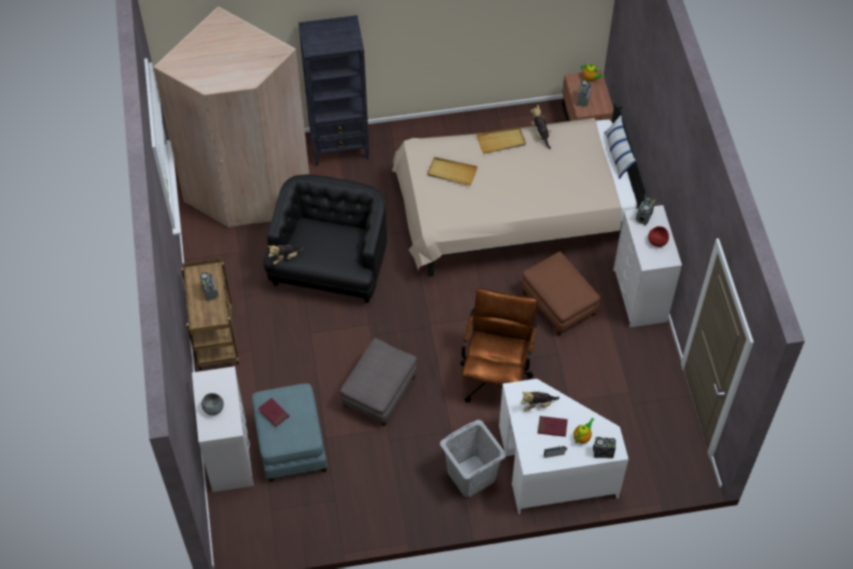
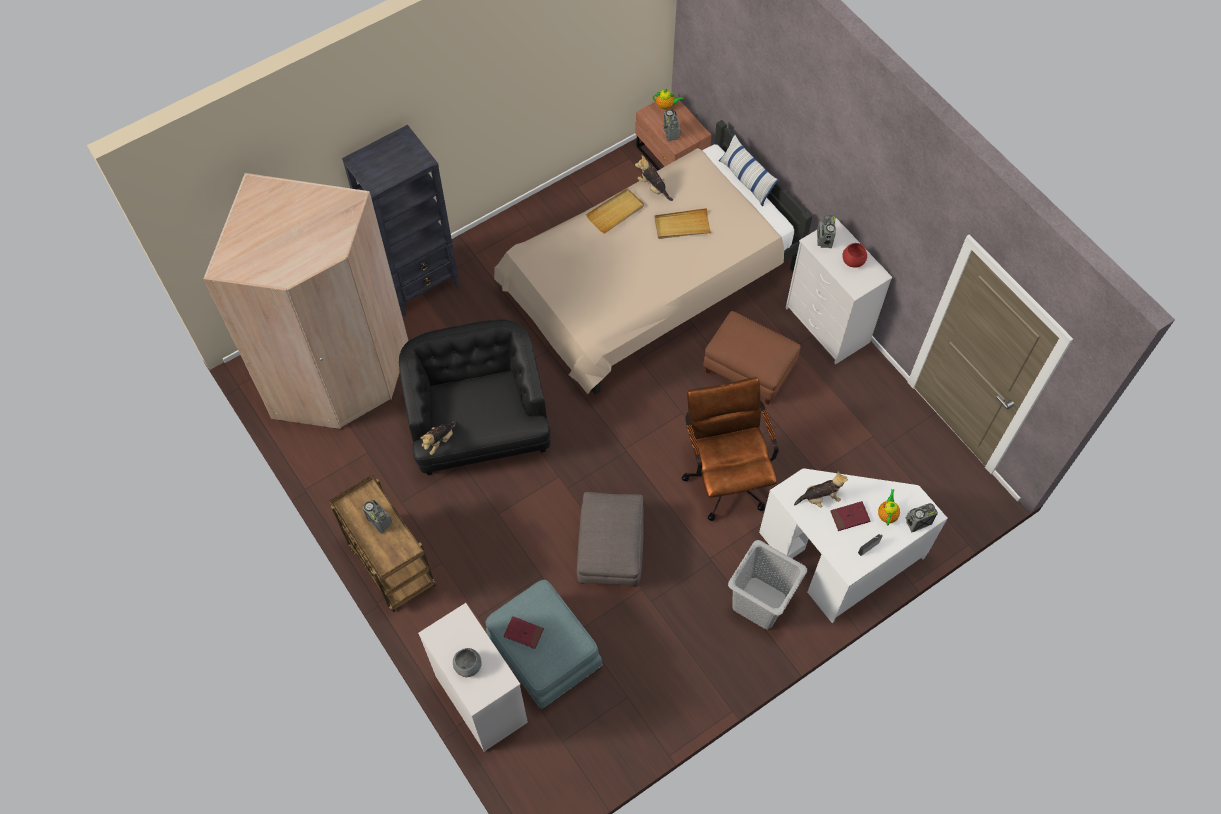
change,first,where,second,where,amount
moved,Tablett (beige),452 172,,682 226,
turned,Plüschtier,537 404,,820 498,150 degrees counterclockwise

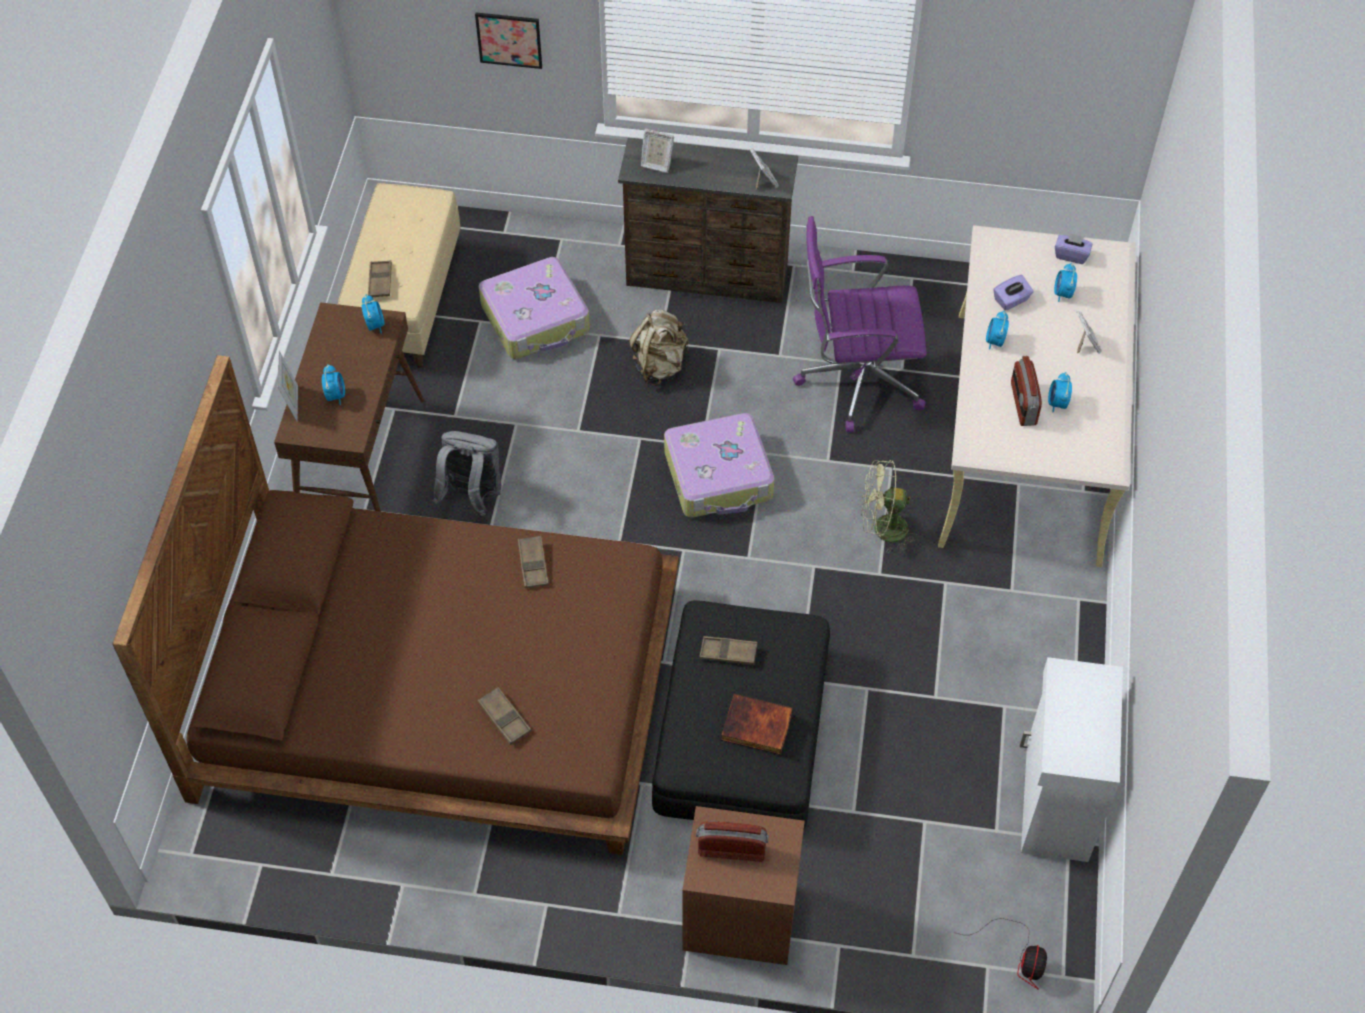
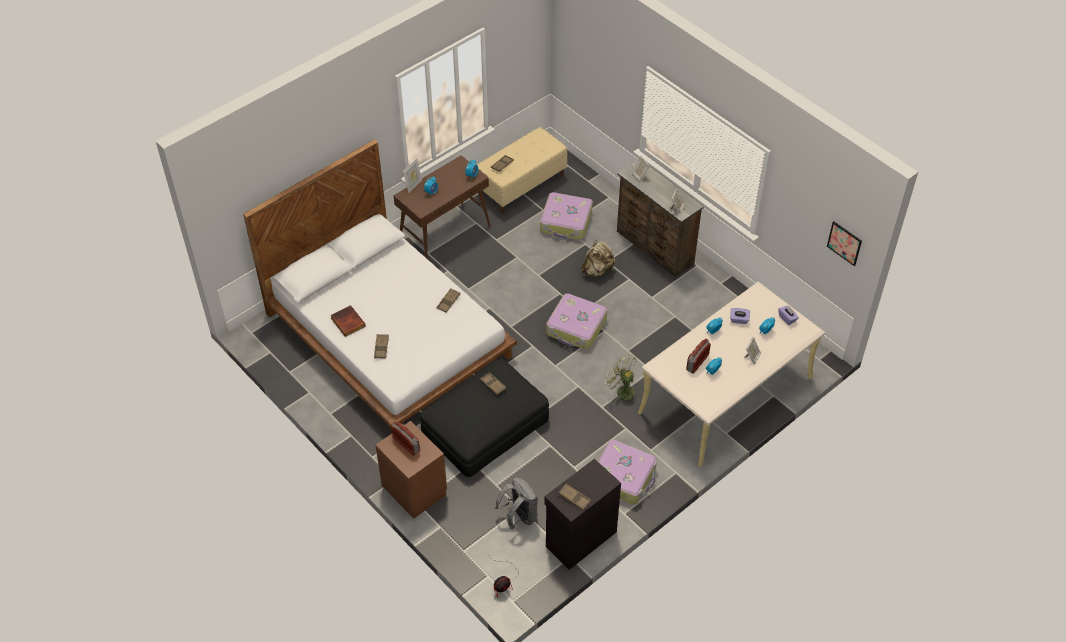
change,first,where,second,where,amount
recoloured,Bett (braun),440 688,Bett (weiß),390 334,
moved,Buch,756 727,,347 322,
moved,Rucksack (grau),472 497,,519 516,
recoloured,Schrank (weiß),1054 802,Schrank (schwarz),580 538,
added,,,Tablett (braun),574 498,
added,,,Koffer,623 477,
moved,Bild,509 39,,844 243,
removed,Bürostuhl (lila),856 380,,,

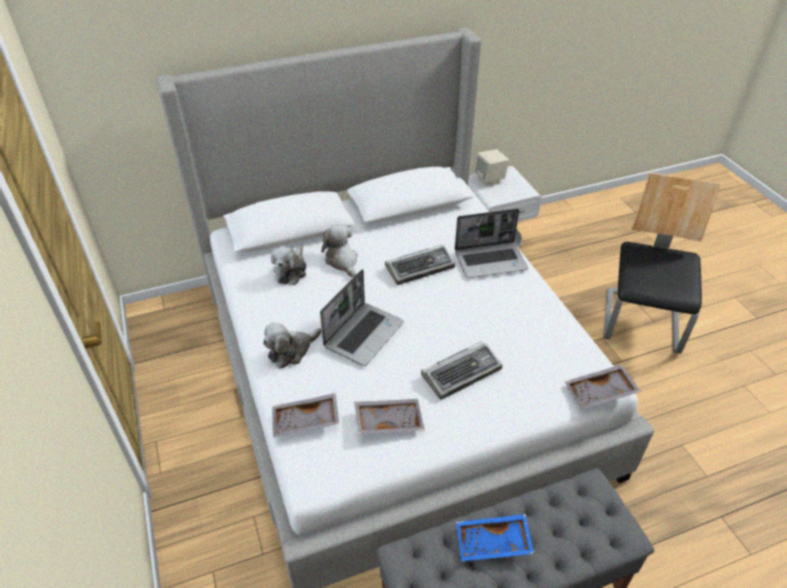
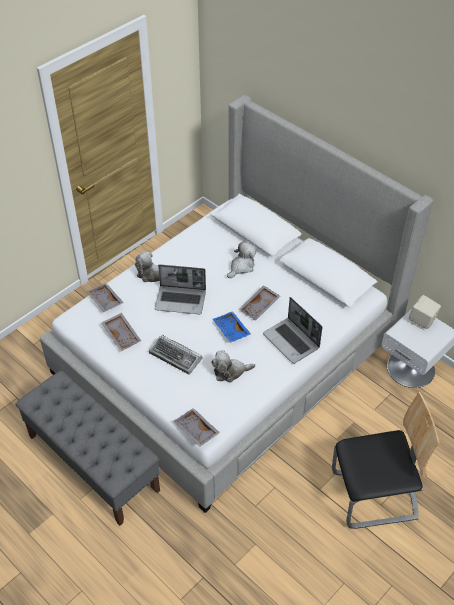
change,first,where,second,where,amount
moved,Plüschtier,291 271,,230 372,
moved,Tablett (blau),493 544,,230 330,
replaced,Tastatur,420 268,Tablett (grau),260 307,

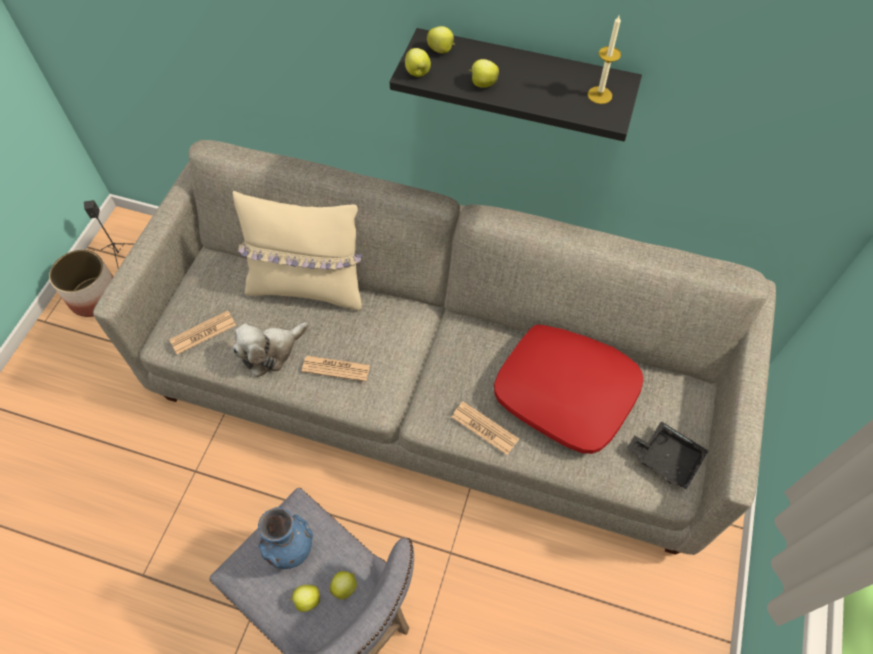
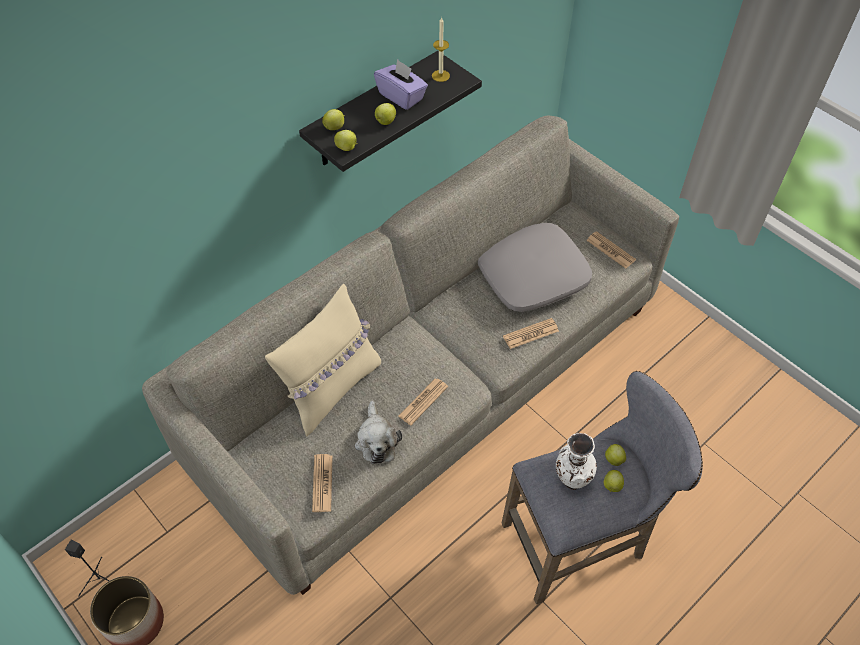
change,first,where,second,where,amount
added,,,Taschentuchbox (lila),401 96,
recoloured,Kissen (rot),566 391,Kissen (grau),532 275,
recoloured,Vase (blau),292 551,Vase (weiß),571 480,
replaced,Tablett (schwarz),666 458,Zeitung,610 250,

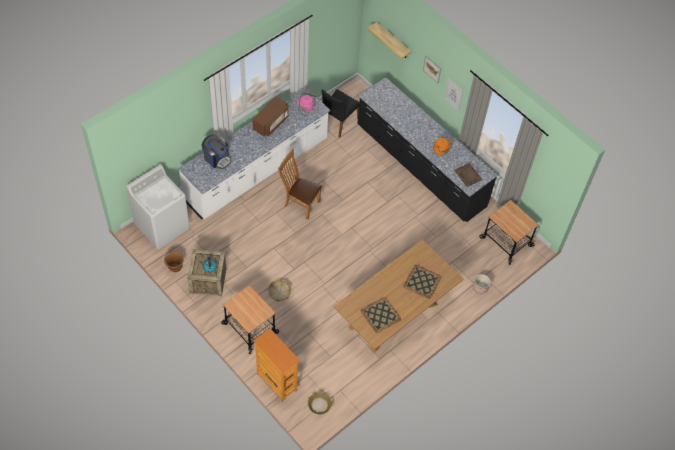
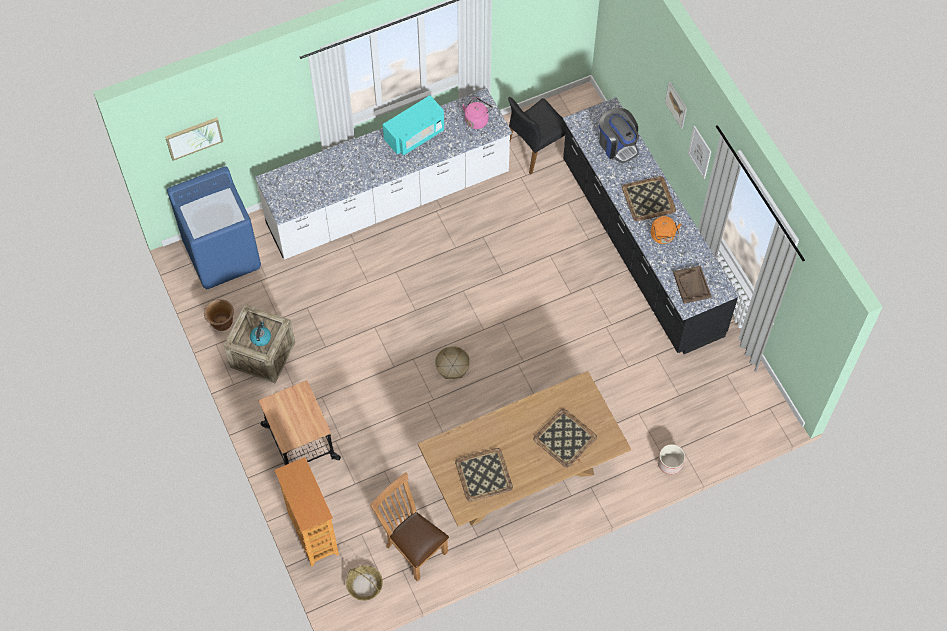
change,first,where,second,where,amount
added,,,Bild,194 138,
recoloured,Waschmaschine (weiß),162 226,Waschmaschine (blau),223 255,
moved,Stuhl (braun),300 203,,413 547,
recoloured,Mikrowelle (braun),271 123,Mikrowelle (türkis),415 135,
moved,Korb,279 292,,452 365,
moved,Kaffeemaschine,217 158,,617 145,
added,,,Tablett,648 198,
removed,Wandregal,393 41,,,
removed,Rollwagen,506 241,,,

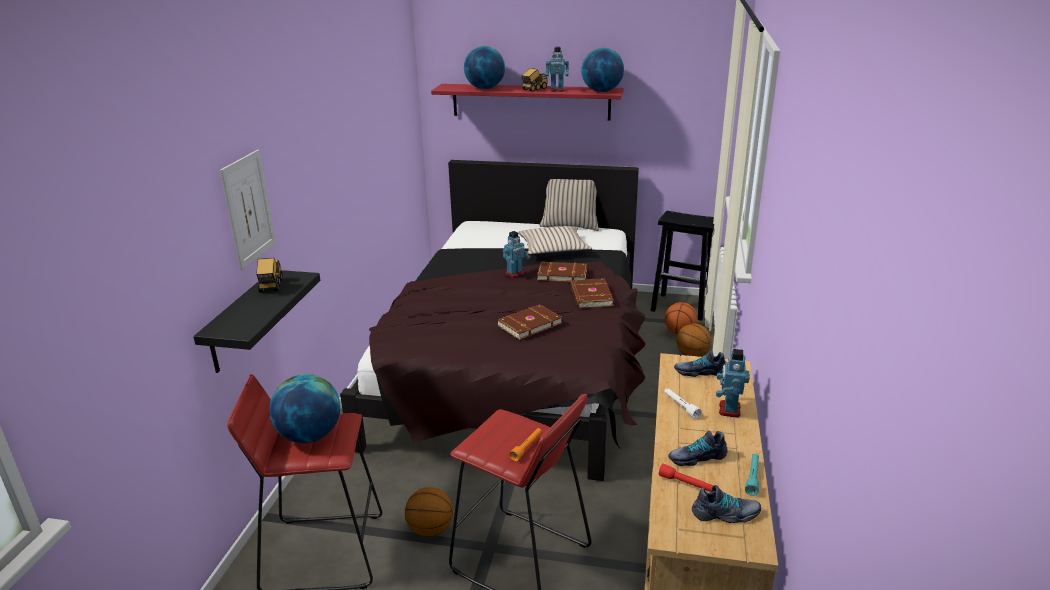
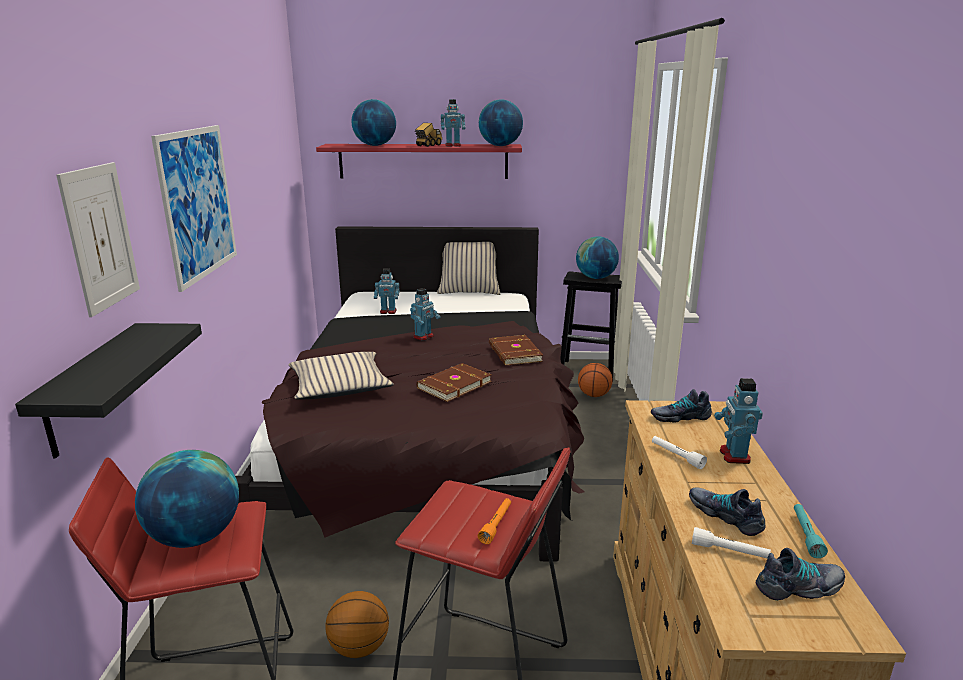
change,first,where,second,where,amount
added,,,Bild,198 203,
moved,Kissen (beige),553 249,,339 386,
added,,,Spielzeugroboter,388 312,
added,,,Globus,595 278,
turned,Schuh,696 457,,725 515,75 degrees clockwise
recoloured,Taschenlampe (rot),686 484,Taschenlampe (weiß),729 551,
removed,Spielzeuglaster,271 286,,,
removed,Buch (braun),562 274,,,
removed,Basketball,692 355,,,

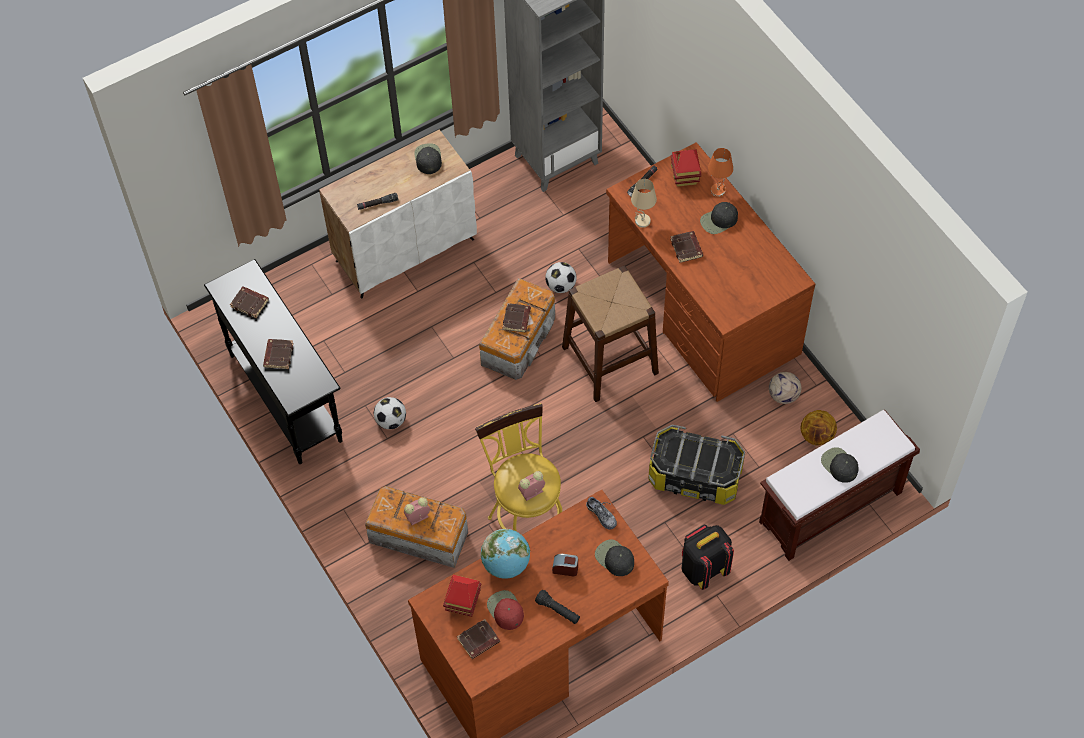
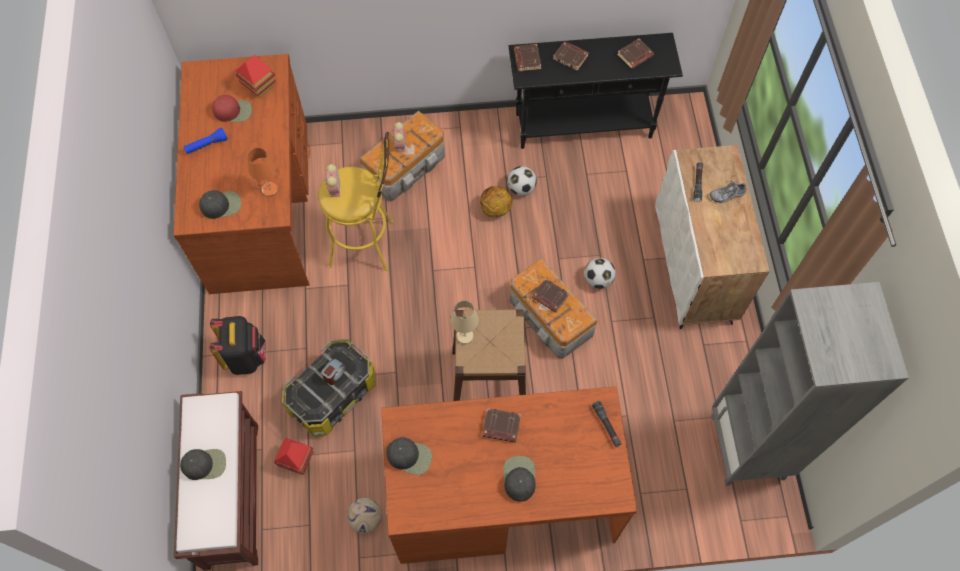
change,first,where,second,where,amount
recoloured,Taschenlampe (schwarz),558 610,Taschenlampe (blau),207 145,
moved,Tischlampe (orange),718 190,,269 190,
moved,Spielzeughaus,685 177,,296 461,
moved,Wecker,565 569,,334 374,
moved,Kappe (schwarz),428 158,,409 456,
moved,Tischlampe (beige),642 221,,464 336,
moved,Basketball,817 436,,495 209,
moved,Buch (braun),478 641,,526 59,
moved,Fußball,561 286,,598 280,
moved,Schuh,601 515,,727 195,
removed,Globus,506 564,,,

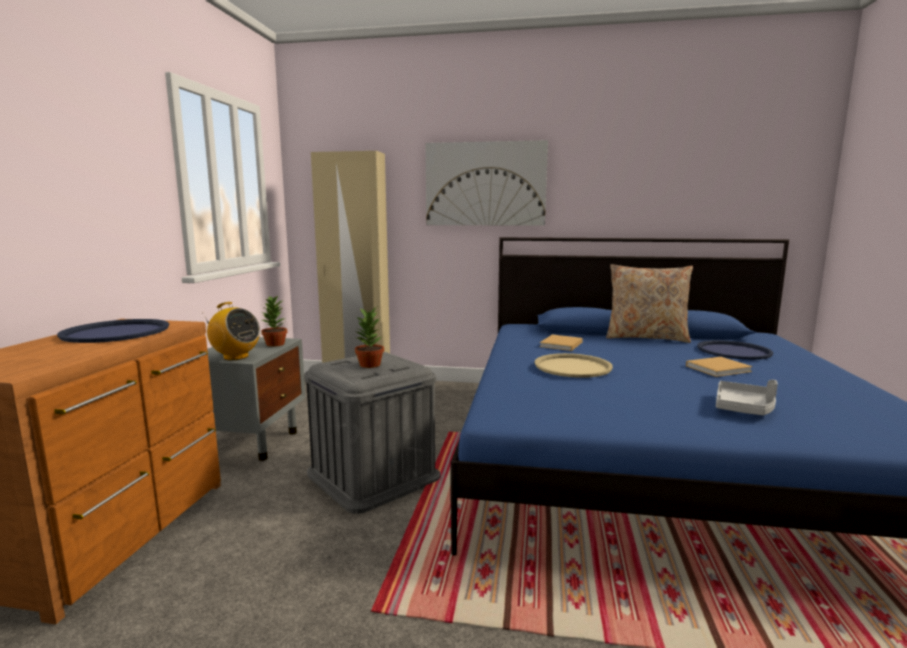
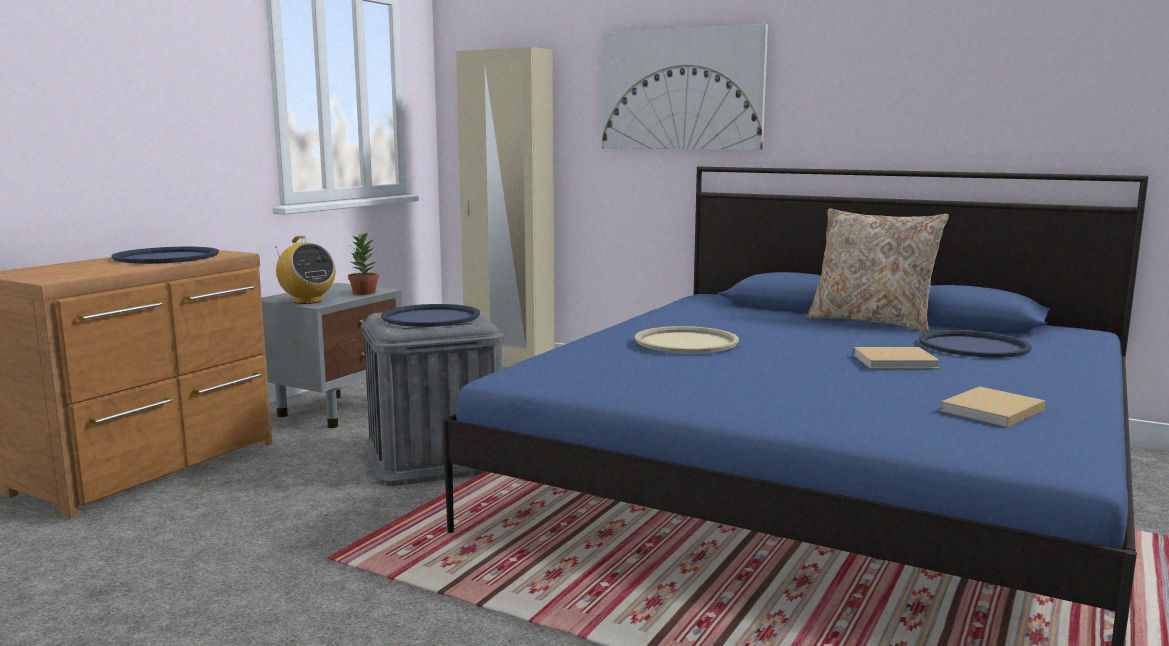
change,first,where,second,where,amount
replaced,Topfpflanze,370 365,Tablett (blau),431 317,
moved,Buch (beige),560 345,,991 411,
removed,Tablett (grau),744 408,,,

